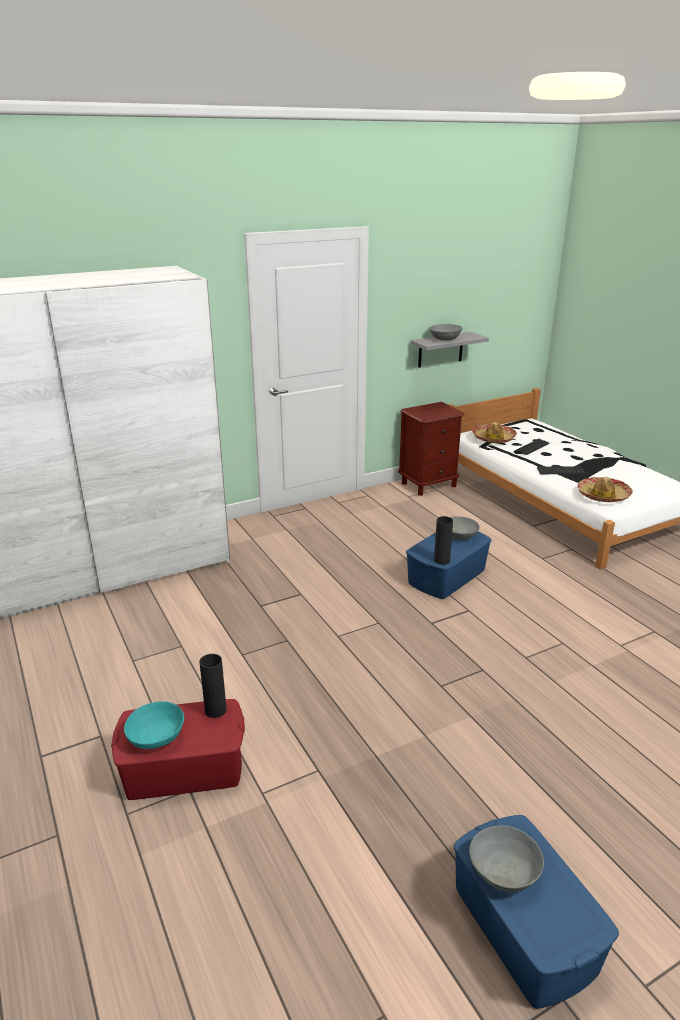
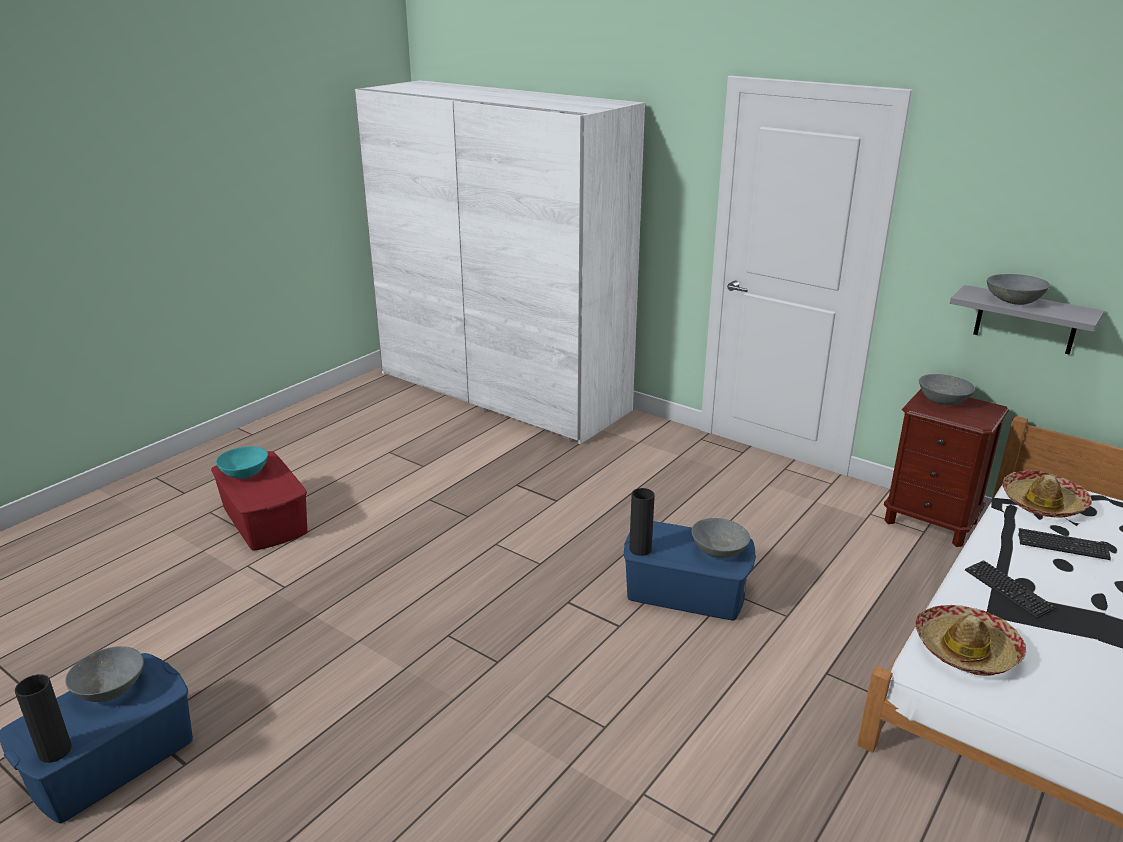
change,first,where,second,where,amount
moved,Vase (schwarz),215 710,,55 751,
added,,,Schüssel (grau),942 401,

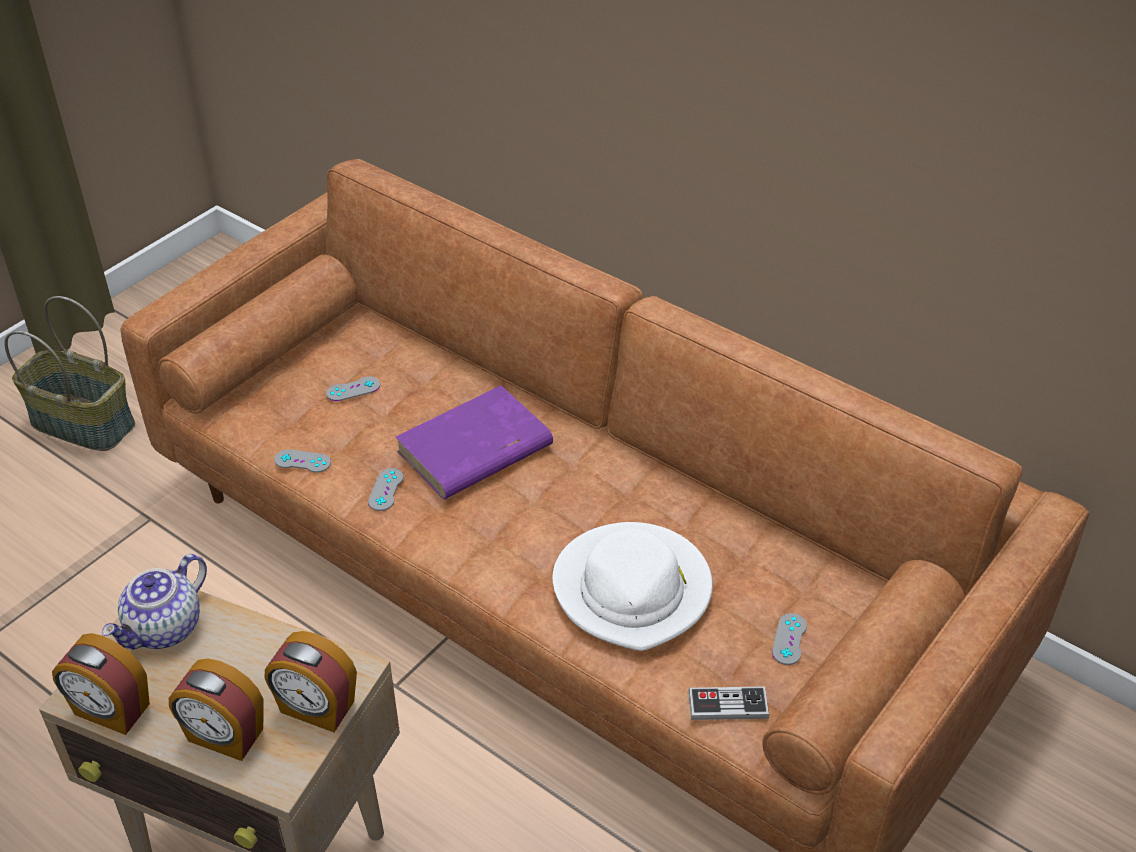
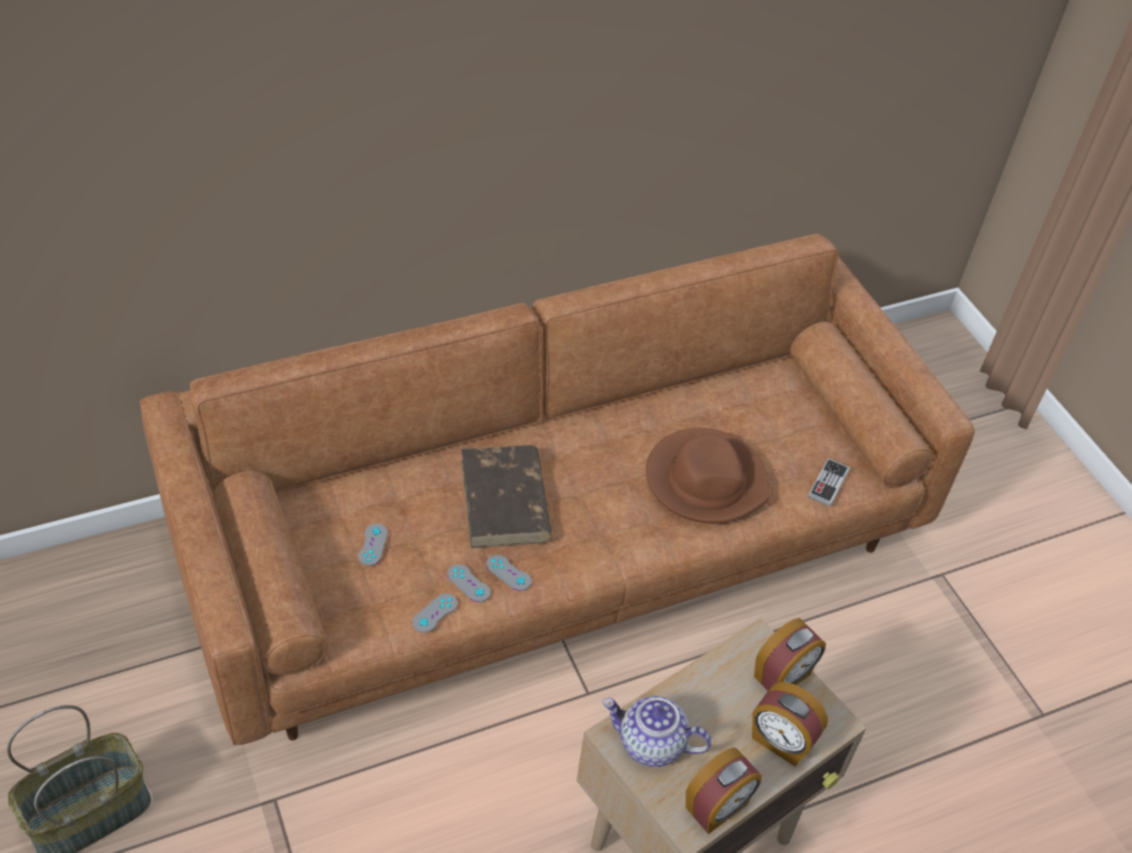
change,first,where,second,where,amount
moved,Gamepad (grau),789 639,,468 583,
recoloured,Buch (lila),473 450,Buch (braun),505 501,
turned,Teekanne,165 629,,650 744,135 degrees clockwise
recoloured,Hut (weiß),633 590,Hut (braun),705 480,
turned,Wecker,224 736,,780 741,75 degrees clockwise

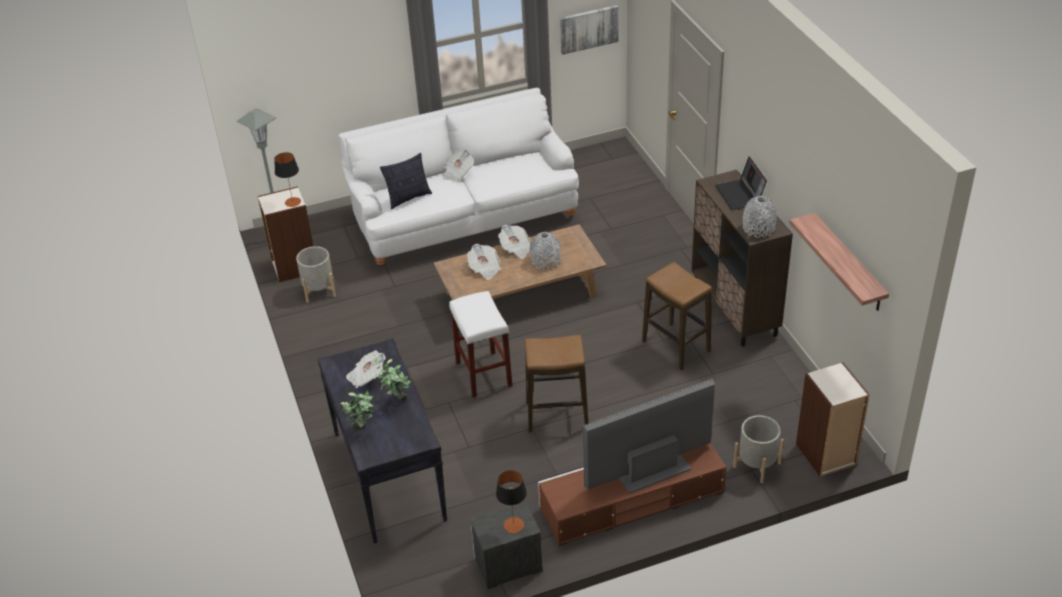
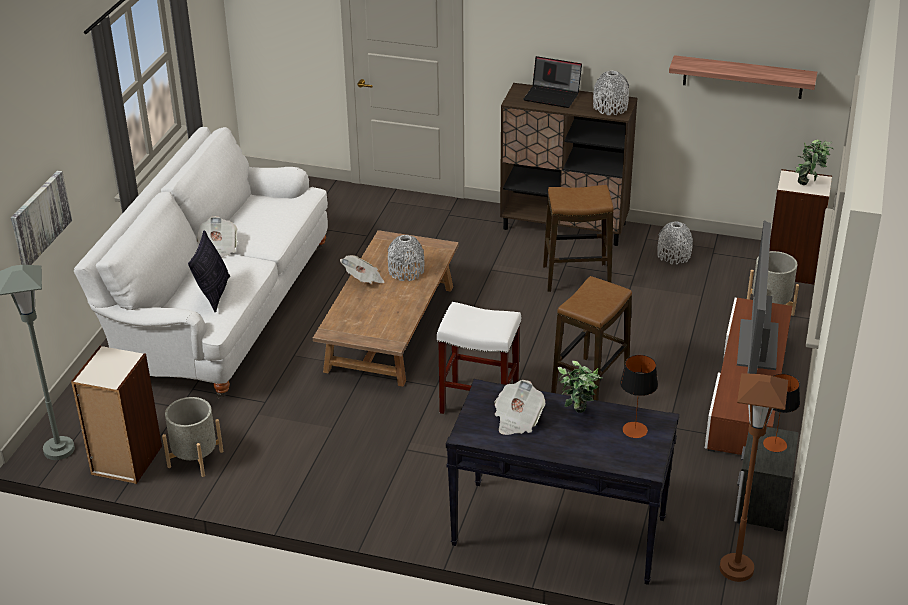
change,first,where,second,where,amount
moved,Bild,589 29,,39 218,
moved,Tischlampe,293 202,,635 430,
added,,,Vase (grau),673 255,
added,,,Stehlampe (braun),736 569,
moved,Topfpflanze,363 430,,809 184,
removed,Zeitung,484 269,,,

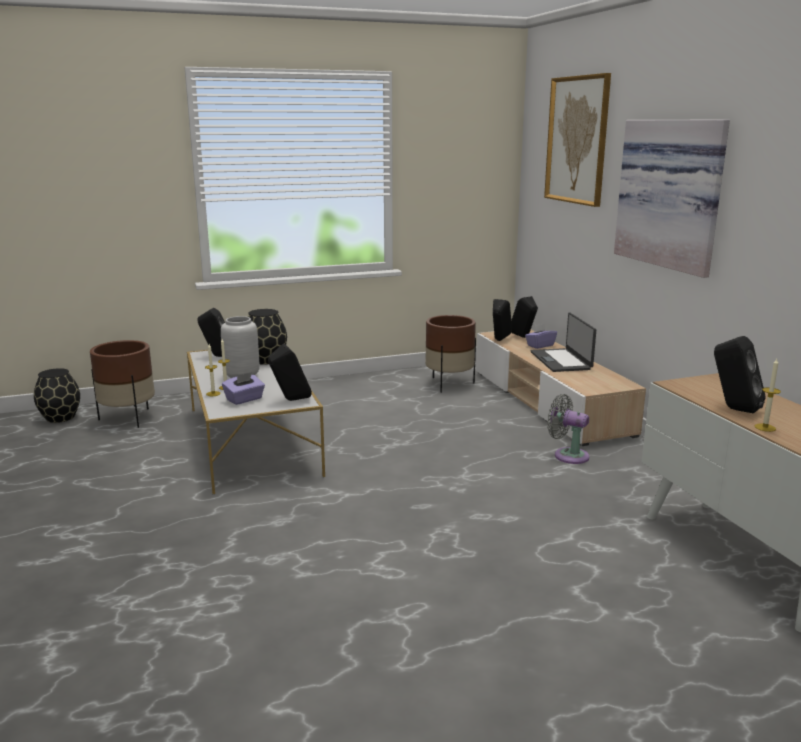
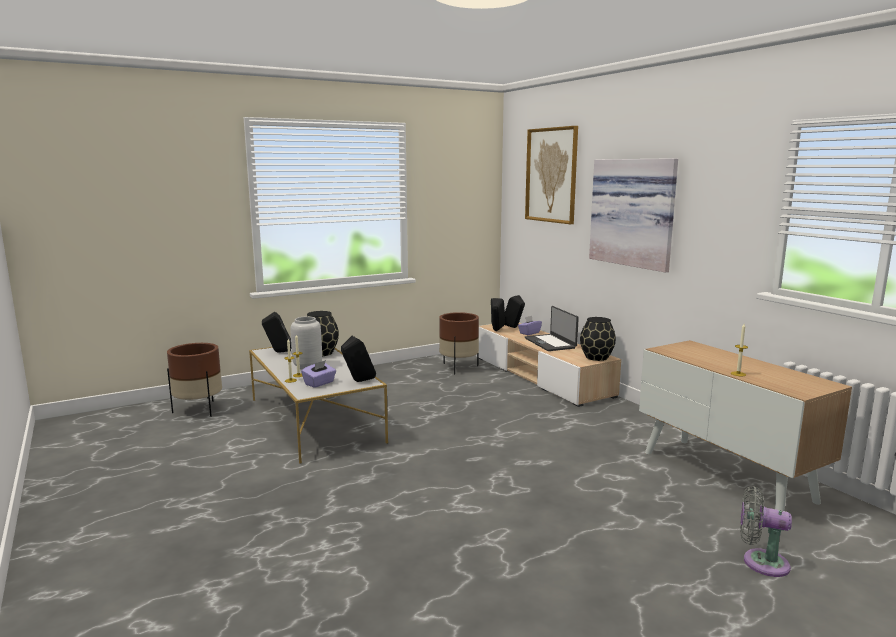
change,first,where,second,where,amount
moved,Vase (schwarz),61 417,,596 357,
moved,Ventilator (grau),567 455,,760 562,
removed,Lautsprecher (schwarz),733 409,,,

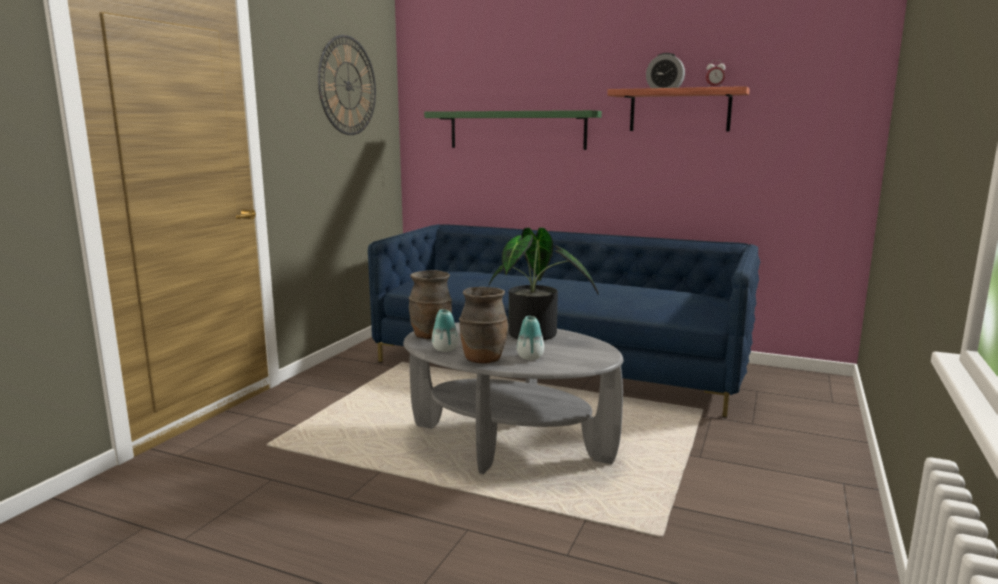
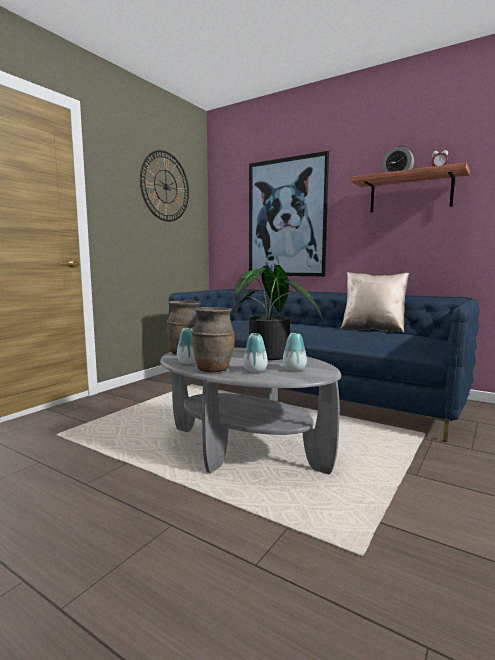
change,first,where,second,where,amount
replaced,Wandregal (grün),517 130,Bild,286 218,
added,,,Vase,294 369,
added,,,Kissen (beige),373 329,

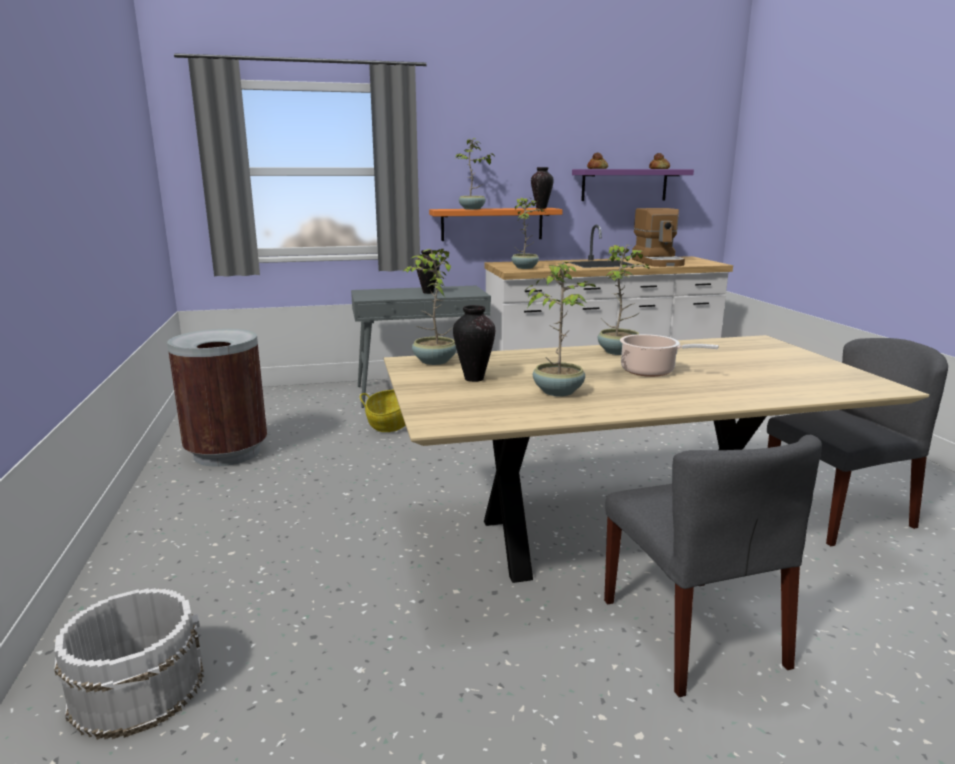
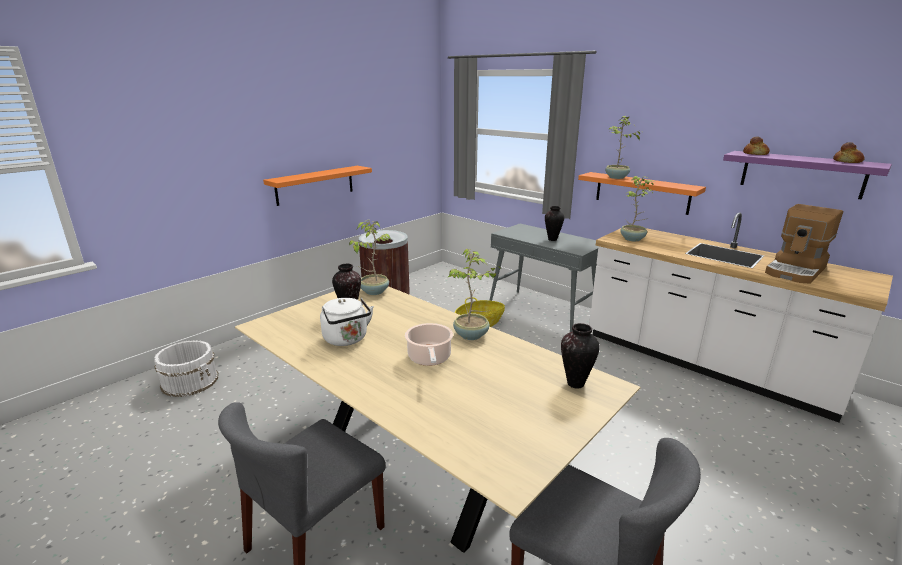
change,first,where,second,where,amount
added,,,Wandregal (orange),315 185,
replaced,Topfpflanze,558 391,Wasserkessel (weiß),347 339,
moved,Vase,541 208,,575 384,

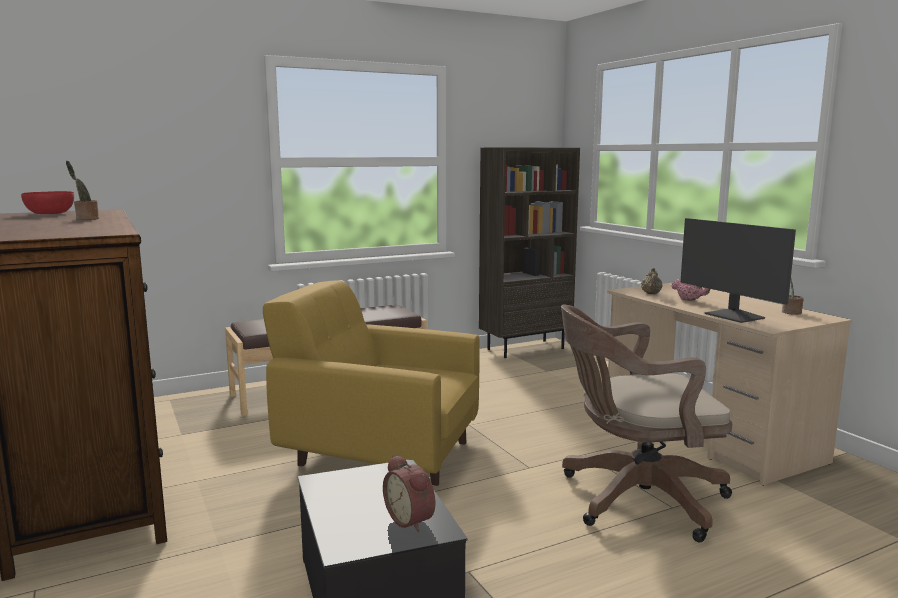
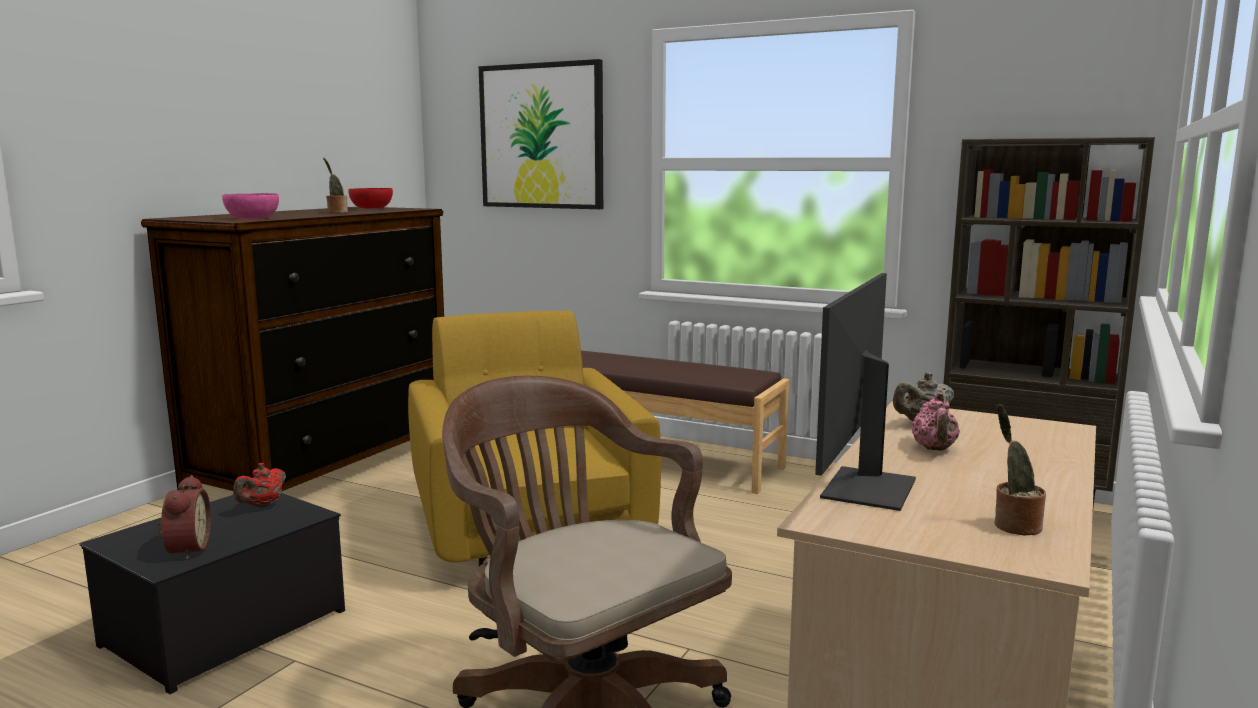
change,first,where,second,where,amount
turned,Wecker,412 520,,185 550,150 degrees clockwise
added,,,Schüssel (rosa),253 218,
added,,,Teekanne (rot),263 506,
added,,,Bild,541 136,

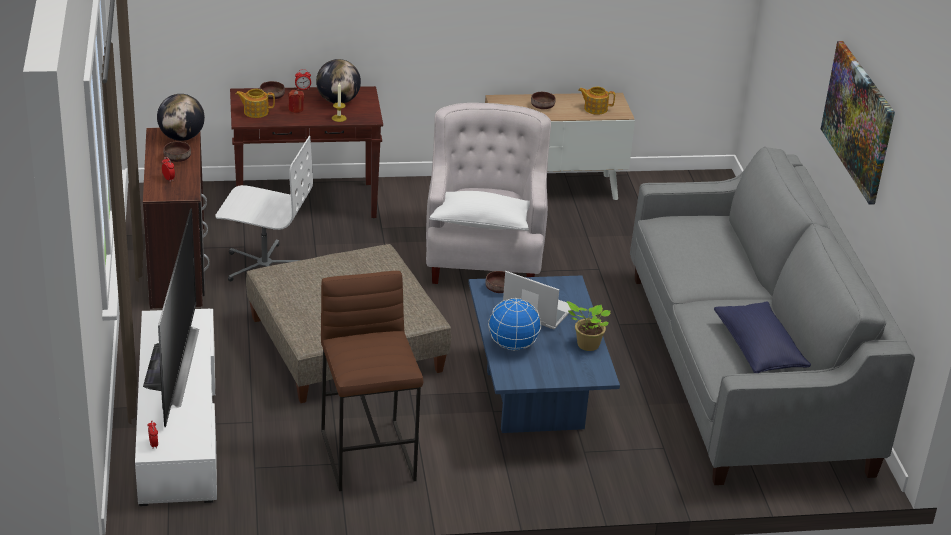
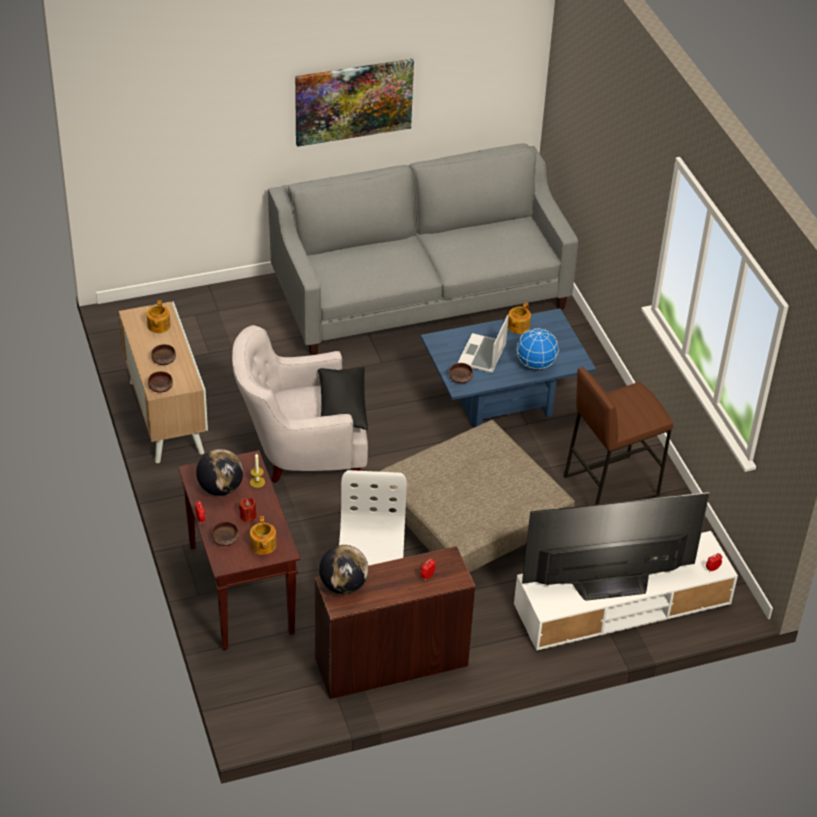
change,first,where,second,where,amount
moved,Schüssel (braun),177 159,,161 387,
recoloured,Kissen (weiß),481 223,Kissen (schwarz),342 408,
replaced,Topfpflanze,586 345,Teekanne,518 327,
removed,Kissen (blau),758 350,,,

